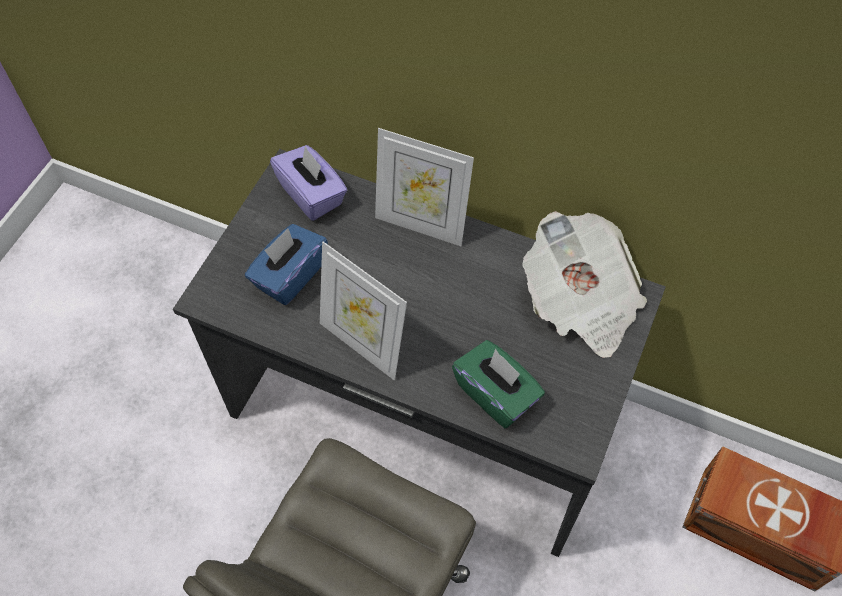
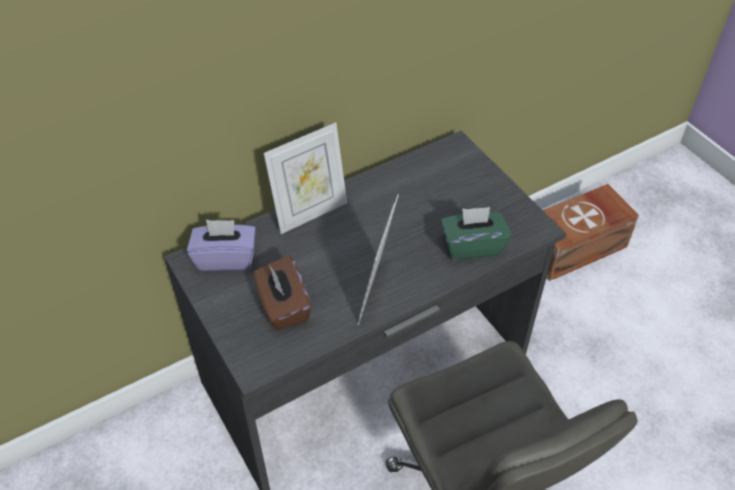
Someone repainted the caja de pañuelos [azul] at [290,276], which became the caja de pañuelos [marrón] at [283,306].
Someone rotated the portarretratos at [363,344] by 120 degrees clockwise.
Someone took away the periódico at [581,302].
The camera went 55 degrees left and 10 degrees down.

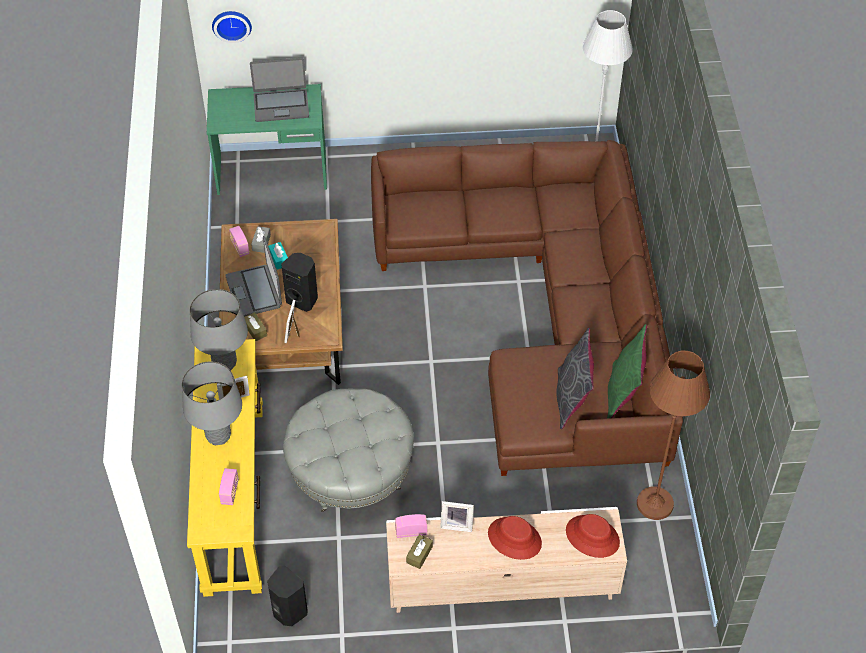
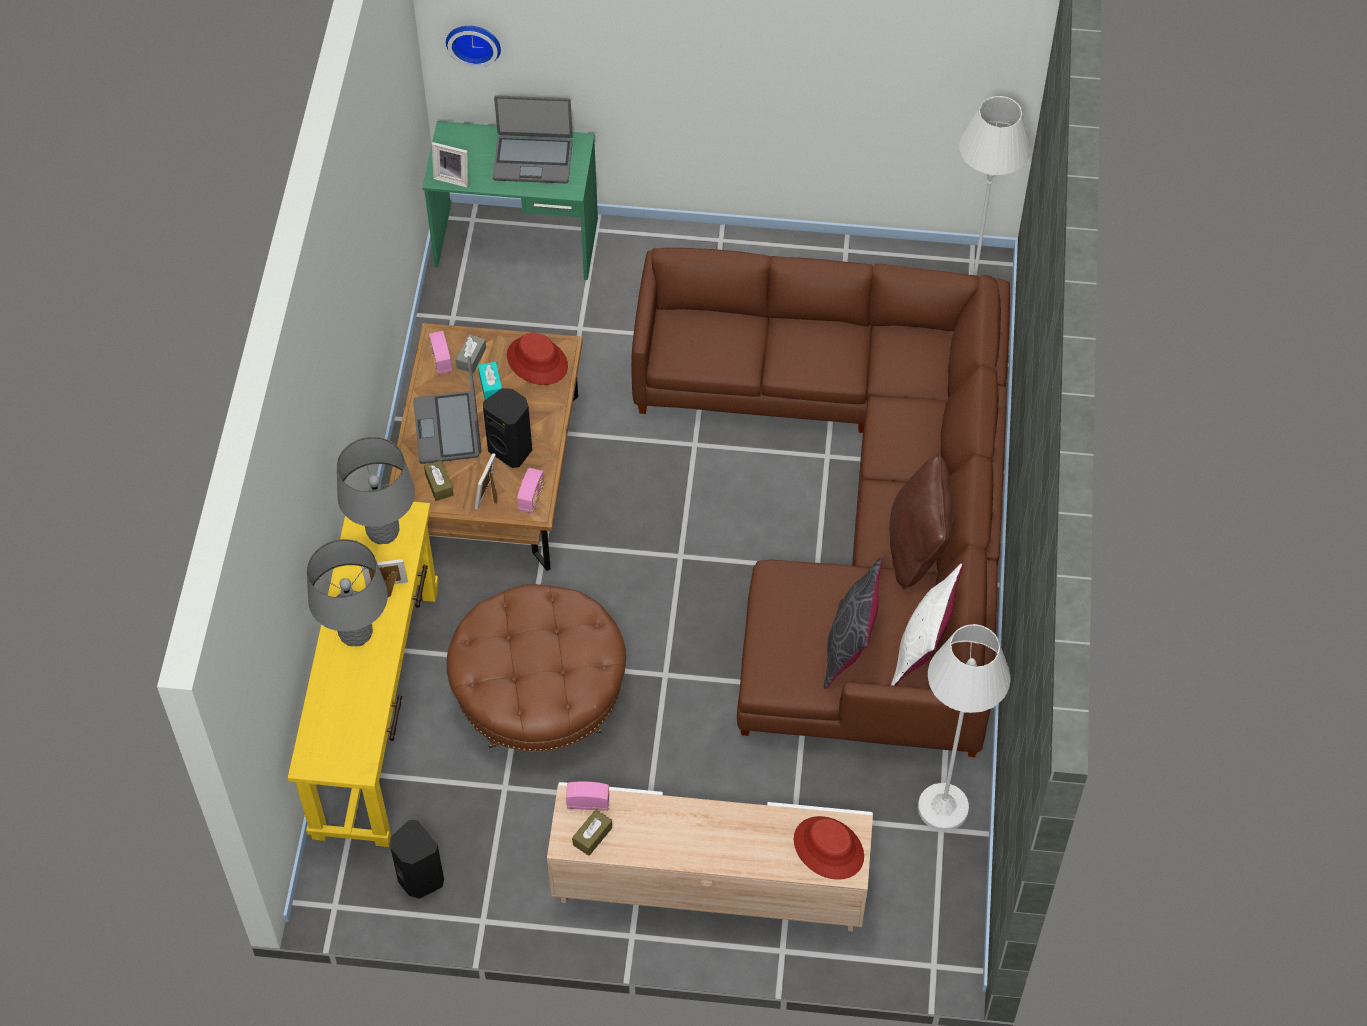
Someone carried the radio from [230,492] to [531,498].
Someone repainted the puf [gris] at [350,469], which became the puf [marrón] at [539,694].
Someone carried the portarretratos from [457,524] to [453,177].
Someone carried the sombrero [rojo] from [514,538] to [537,361].
Someone repainted the cojín [verde] at [623,393], which became the cojín [blanco] at [922,650].
Someone repainted the lámpara de pie [marrón] at [655,504], which became the lámpara de pie [blanco] at [943,807].
Someone put down the cojín [marrón] at [917,549].
The camera went 10 degrees right and 5 degrees up.

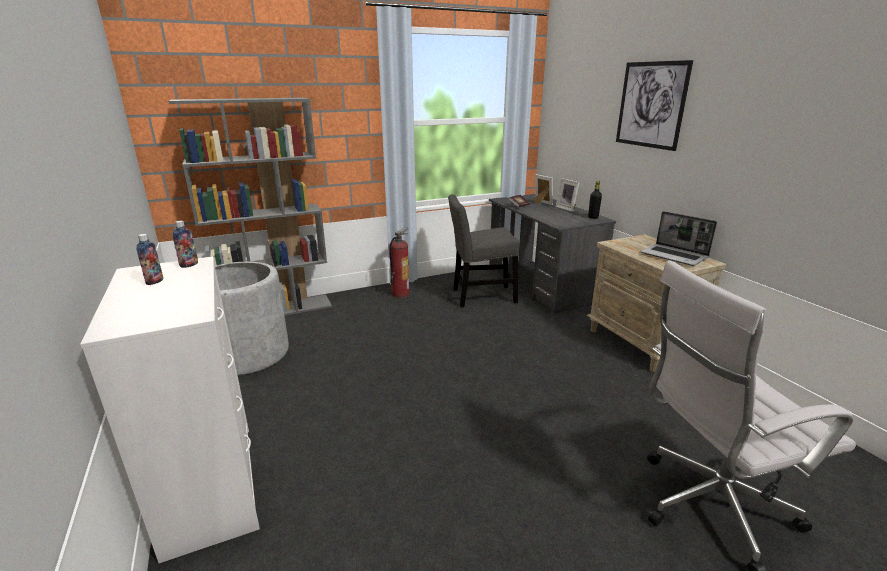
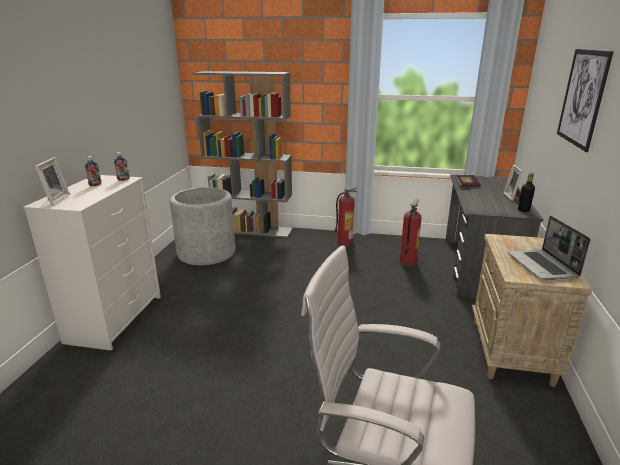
Someone swapped the silla [gris] at [480,296] for the extintor at [407,262].
Someone carried the portarretratos from [541,203] to [54,200].
The camera went 35 degrees right and 0 degrees up.

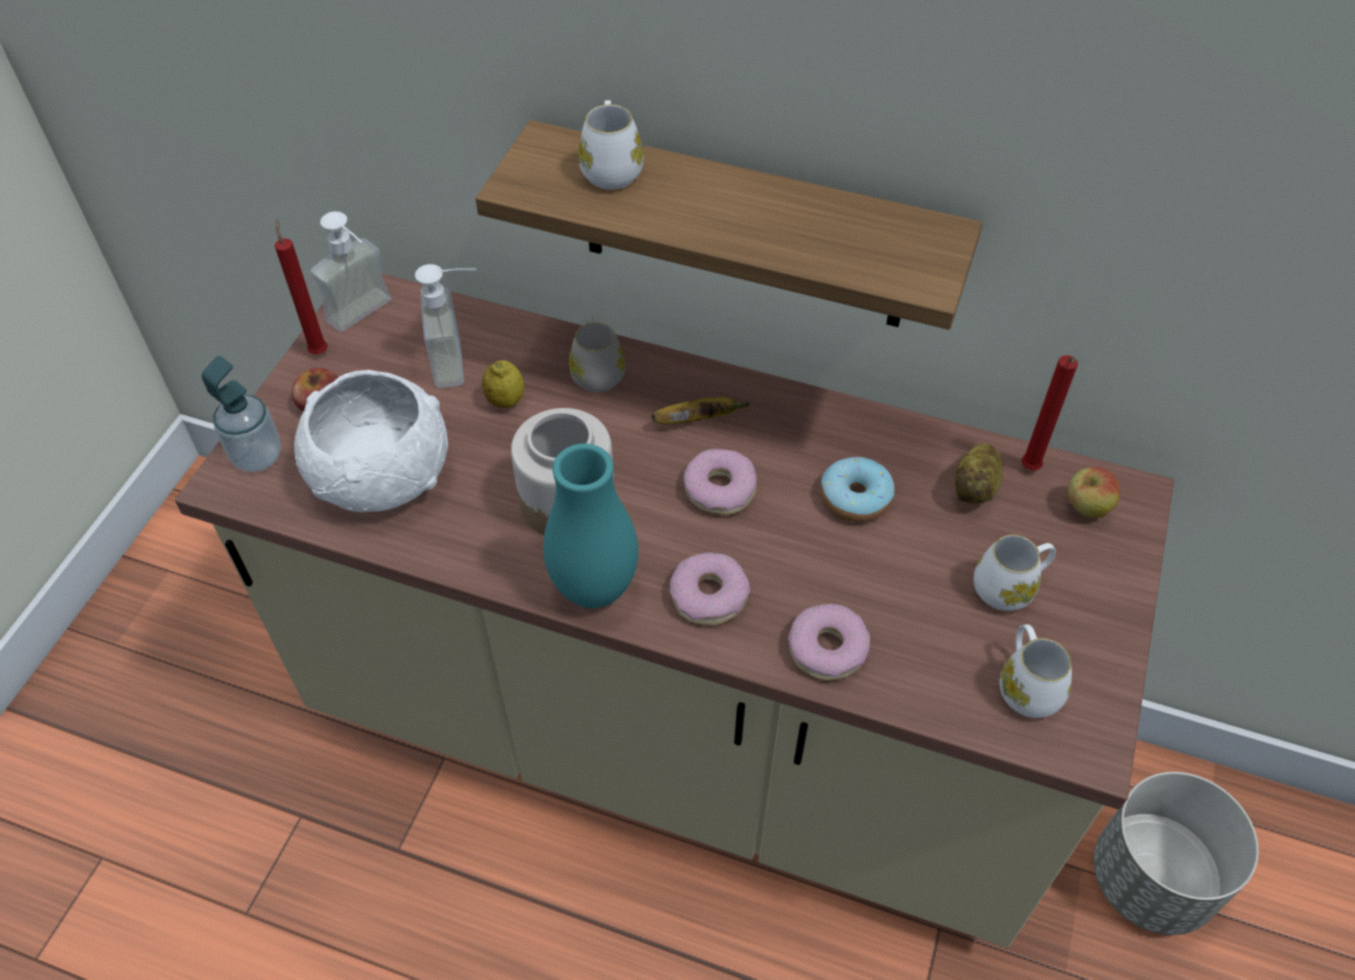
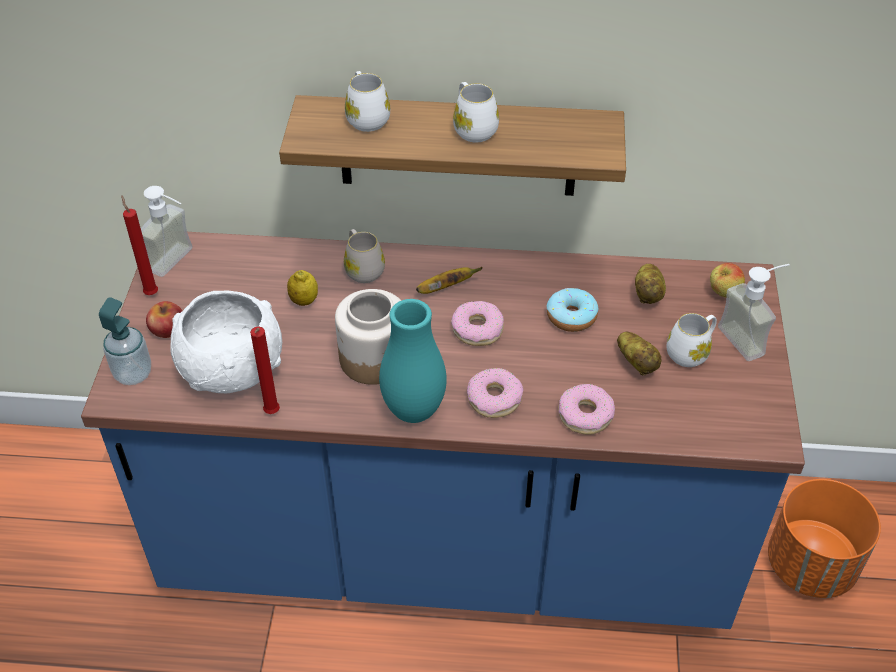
Someone repainted the mueble bajo de cocina [beis] at [677,735], which became the mueble bajo de cocina [azul] at [448,547].
Someone carried the dispensador de jabón from [462,361] to [750,337].
Someone carried the taza grande [blanco] from [1026,685] to [473,128].
Someone carried the vela [rojo] from [1029,470] to [271,414].
Someone repainted the maceta [gris] at [1152,879], which became the maceta [naranja] at [811,565].
Someone put down the patata at [637,363].
The camera went 15 degrees left and 5 degrees down.

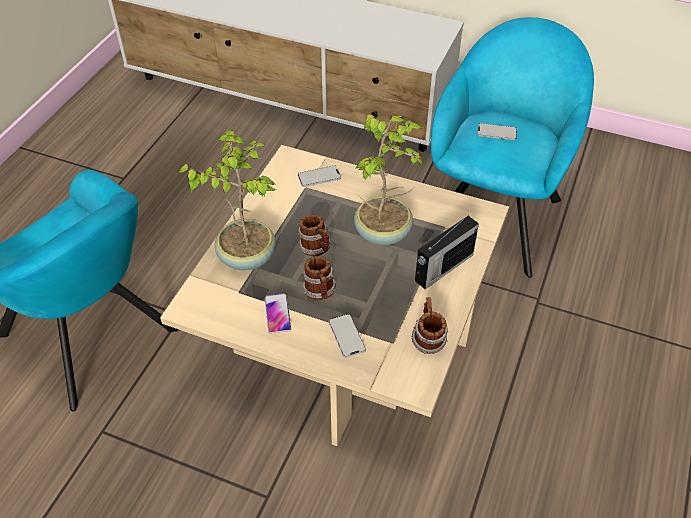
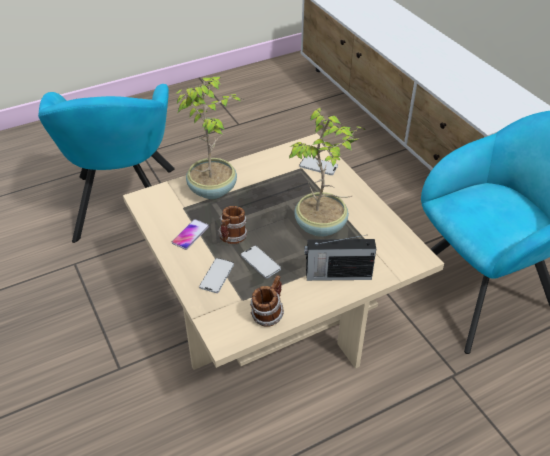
Someone took away the taza grande at [316,249].
Someone carried the móvil from [497,132] to [260,262].
The camera went 40 degrees right and 5 degrees down.

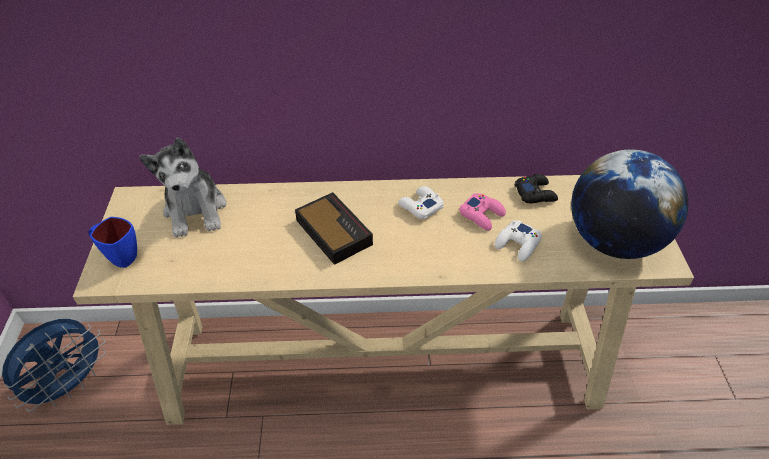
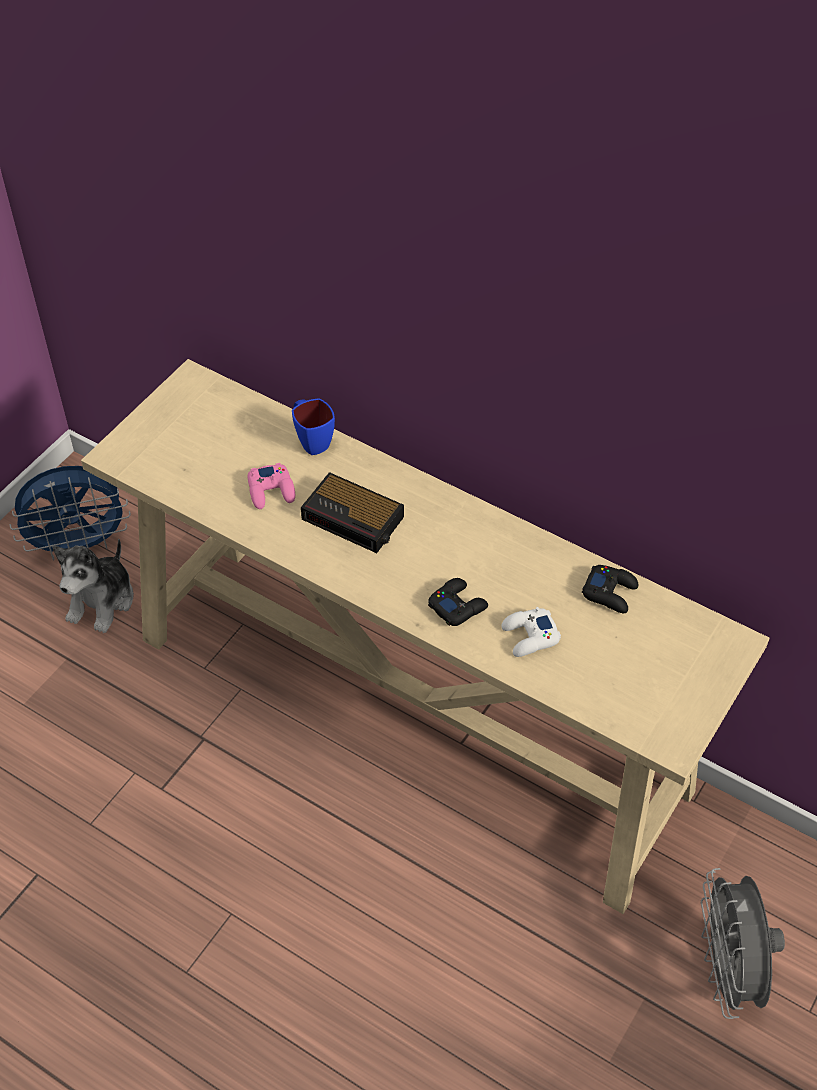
Someone carried the taza grande [azul] from [119,257] to [311,441].
Someone carried the peluche from [196,210] to [102,601].
Someone rotated the despertador at [332,231] by 120 degrees clockwise.
Someone took away the mando de consola [blanco] at [420,206].
Someone carried the mando de consola [rosa] from [482,215] to [271,490].
Someone took away the globo terráqueo at [613,241].
Someone put down the mando de consola [negro] at [457,606].
Someone put down the ventilador [gris] at [728,971].
The camera went 35 degrees right and 5 degrees up.

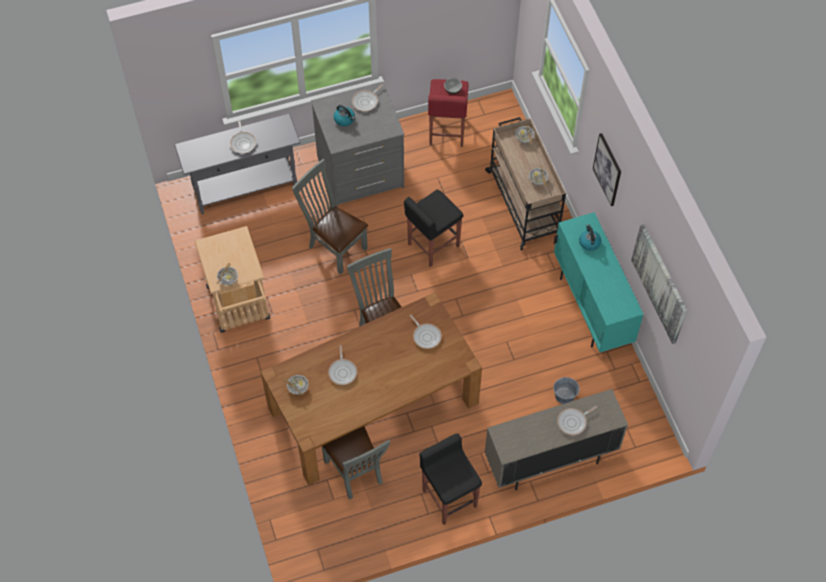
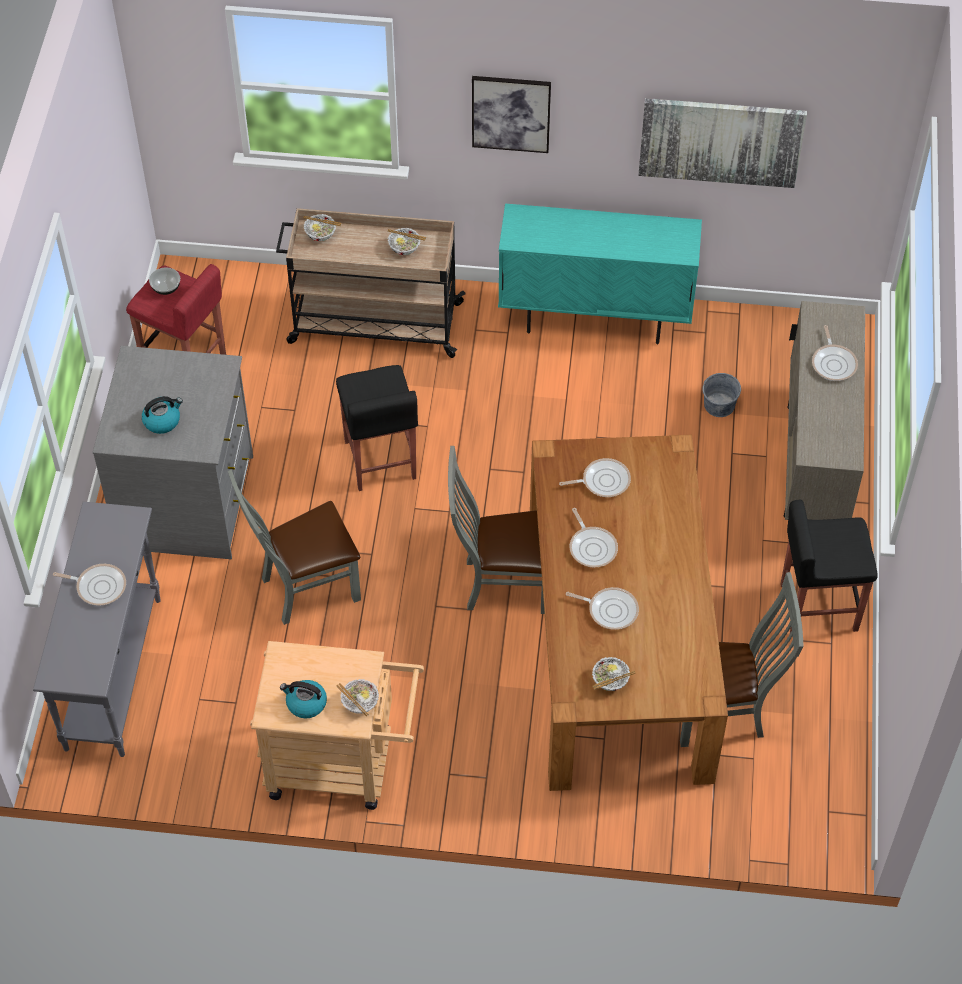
Someone carried the sartén from [366,101] to [592,547].
Someone carried the hervidor from [589,242] to [305,703].
The camera went 65 degrees left and 5 degrees down.

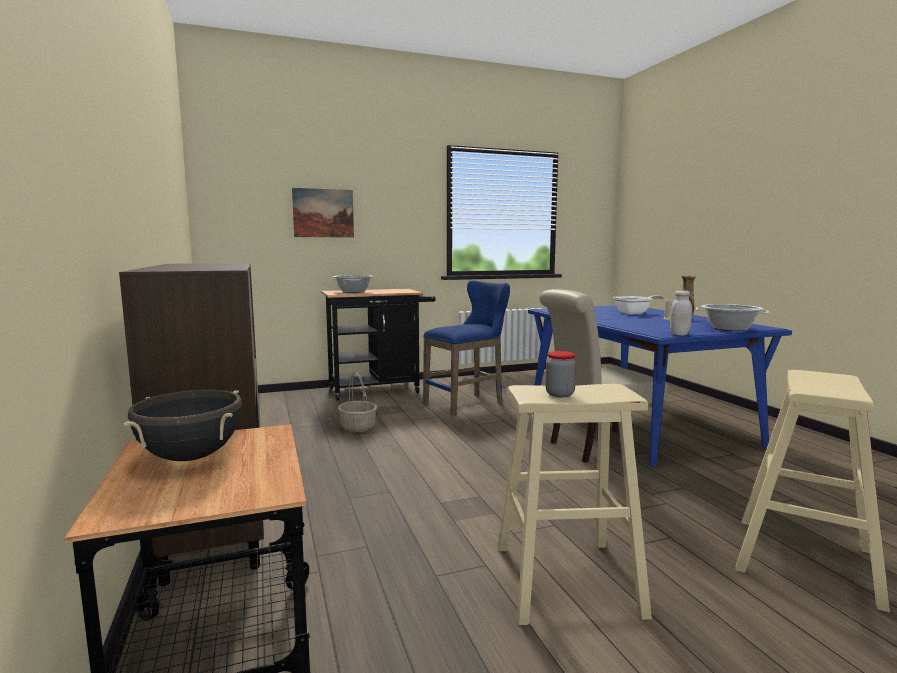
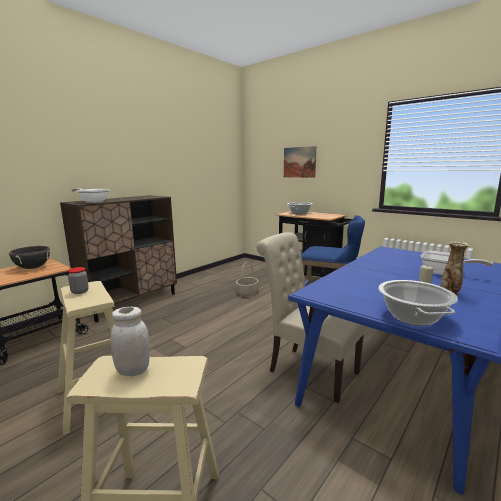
Someone carried the tarro [blanco] from [679,334] to [133,370].
Someone put down the sartén at [92,202].
The camera went 60 degrees right and 5 degrees up.

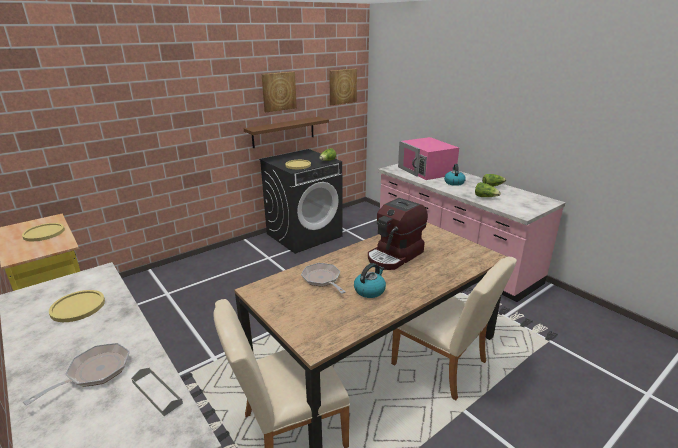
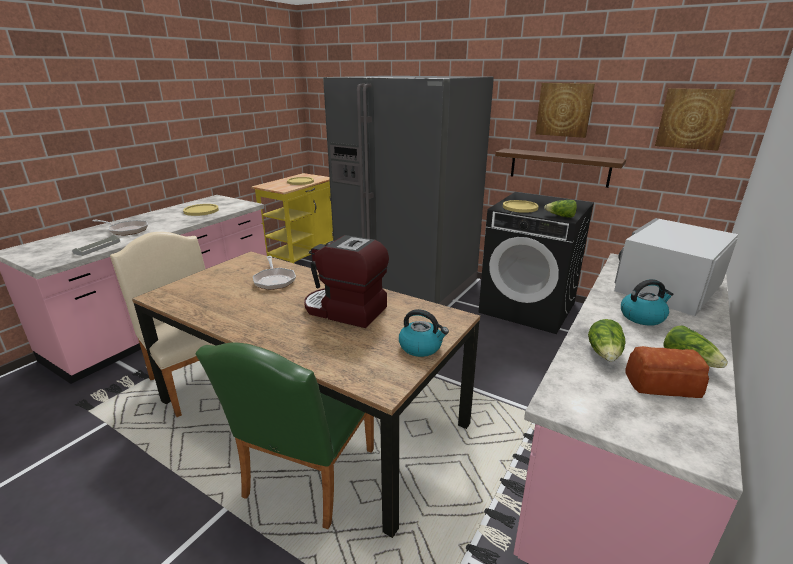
Someone rotated the sartén at [322,279] by 120 degrees clockwise.
Someone carried the hervidor from [369,290] to [421,347].
Someone repainted the silla [beis] at [444,366], which became the silla [verde] at [306,479].
Someone repainted the microondas [rosa] at [426,171], which became the microondas [blanco] at [666,287].
Someone put down the nevera [gris] at [408,283].
Someone put down the pan at [664,384].
The camera went 70 degrees right and 0 degrees up.

